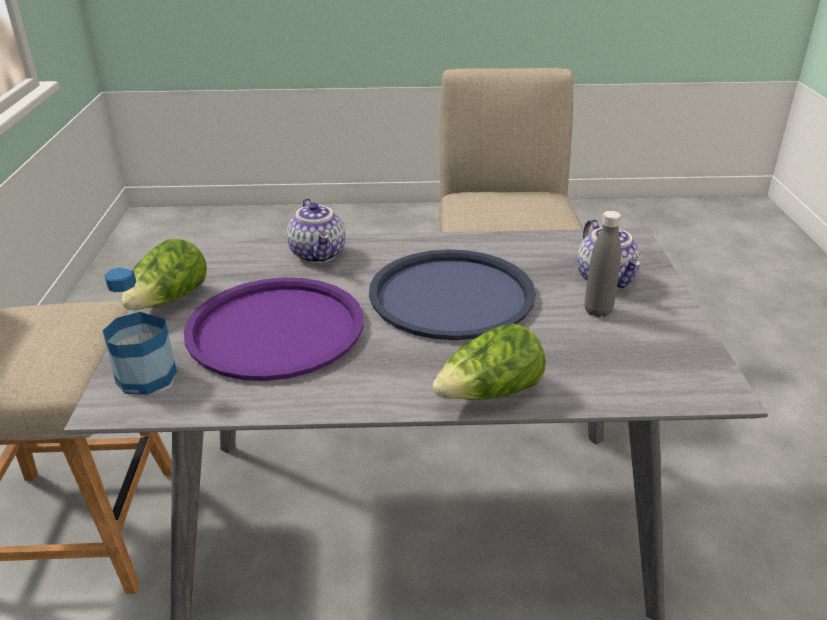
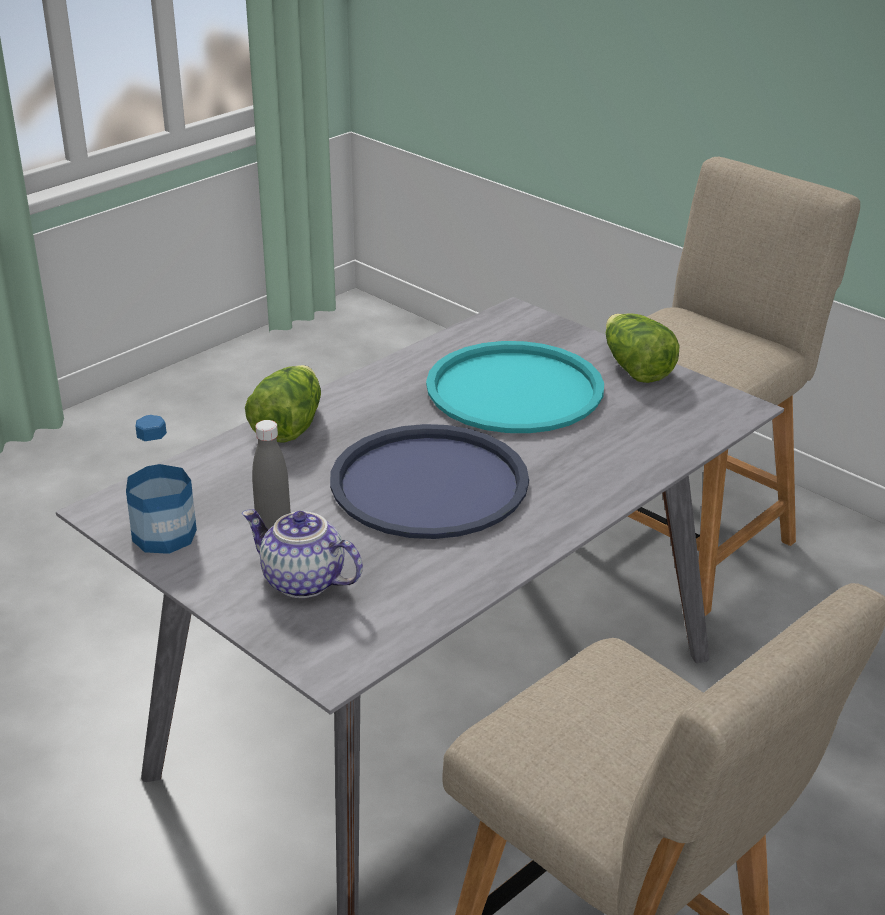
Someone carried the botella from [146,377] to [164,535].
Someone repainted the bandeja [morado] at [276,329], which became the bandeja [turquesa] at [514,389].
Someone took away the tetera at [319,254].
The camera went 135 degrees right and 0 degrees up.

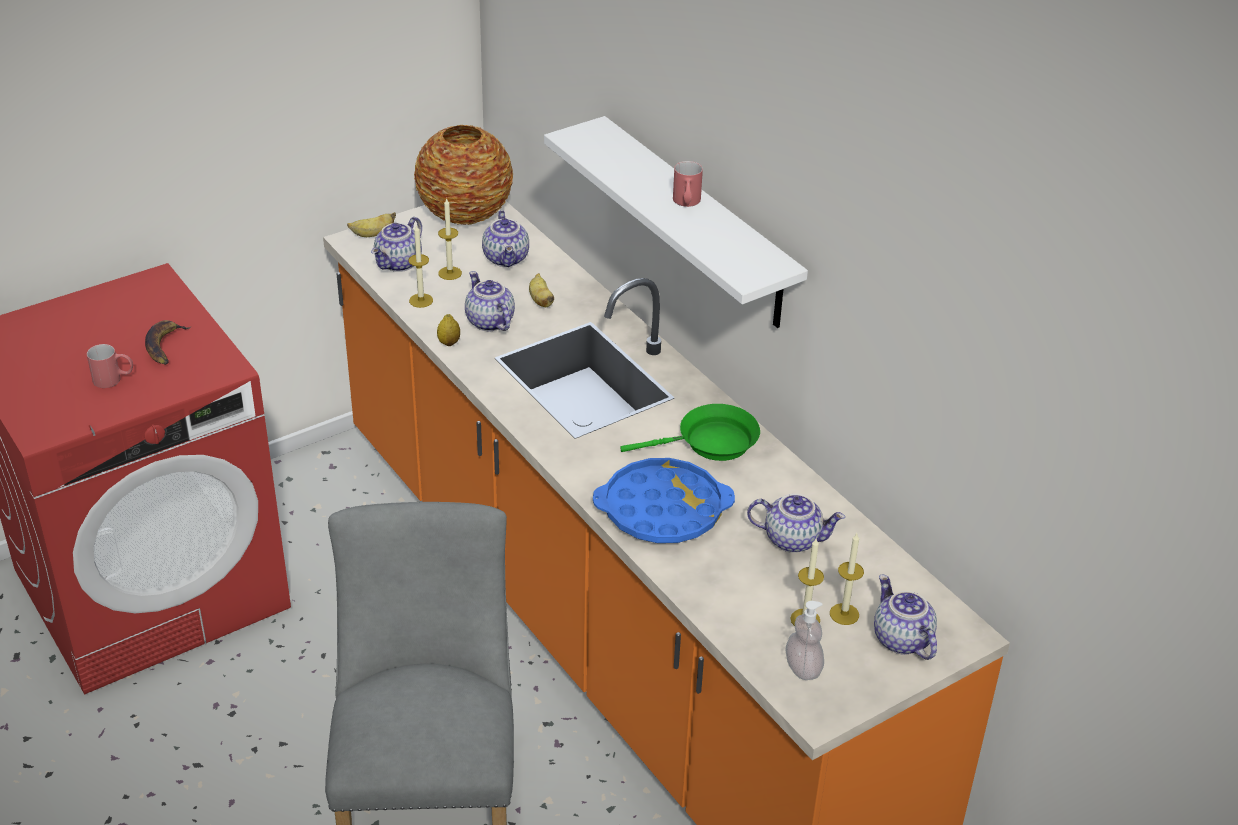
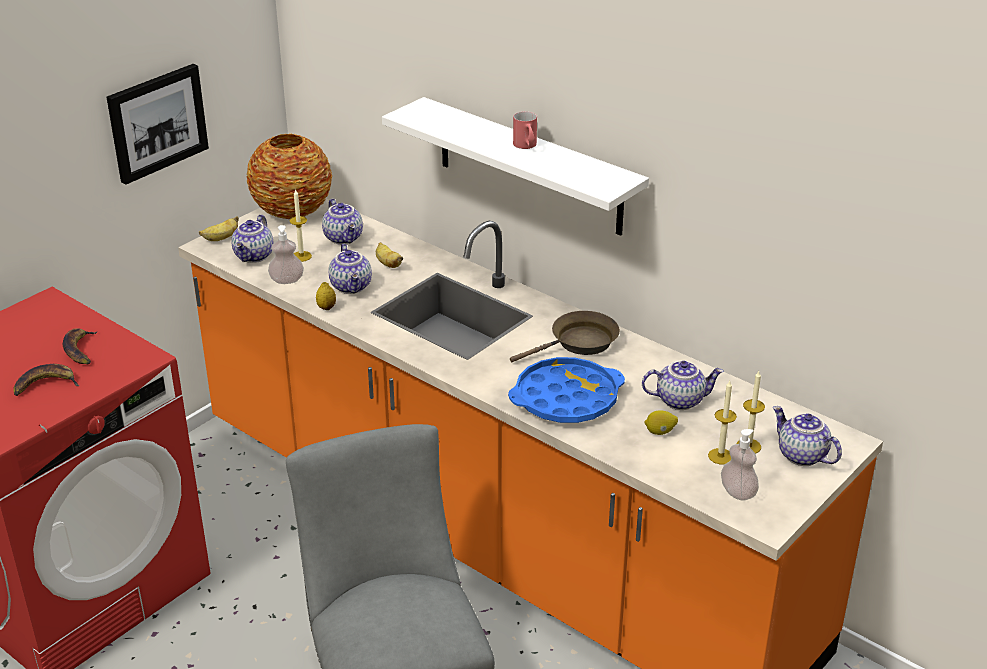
Someone swapped the taza grande [rojo] at [114,379] for the plátano at [46,384].
Someone swapped the vela at [421,300] for the dispensador de jabón at [287,280].
Someone rotated the tetera at [488,322] by 150 degrees counterclockwise.
Someone repainted the sartén [verde] at [711,443], which became the sartén [marrón] at [579,343].
Someone put up the cuadro at [157,122].
Someone put down the limón at [660,432].
The camera went 15 degrees left and 5 degrees down.

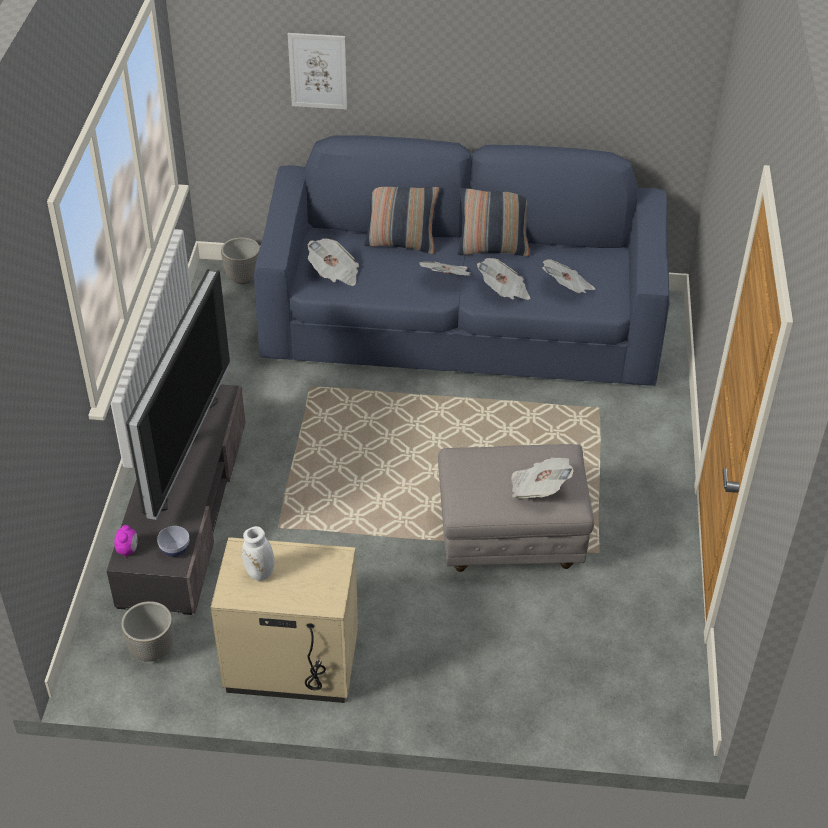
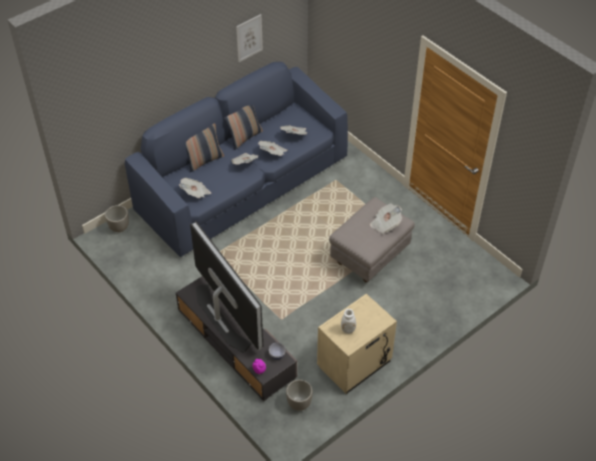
Someone carried the cuadro from [318,71] to [249,38].
The camera went 45 degrees left and 5 degrees up.

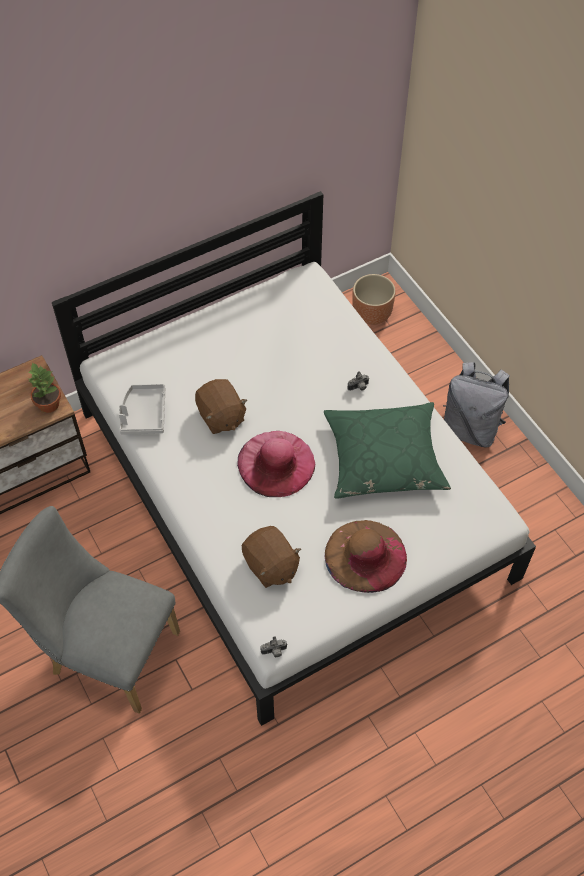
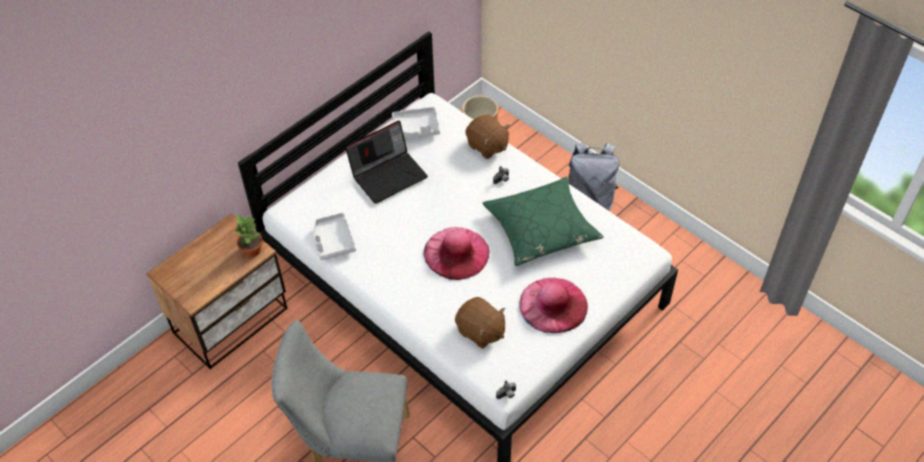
Someone carried the peluche [marrón] from [221,417] to [487,146].
Someone repainted the sombrero [marrón] at [365,556], which became the sombrero [rosa] at [553,305].
Someone put down the portátil at [389,175].
Someone put down the bandeja [gris] at [416,128].
The camera went 15 degrees left and 5 degrees down.

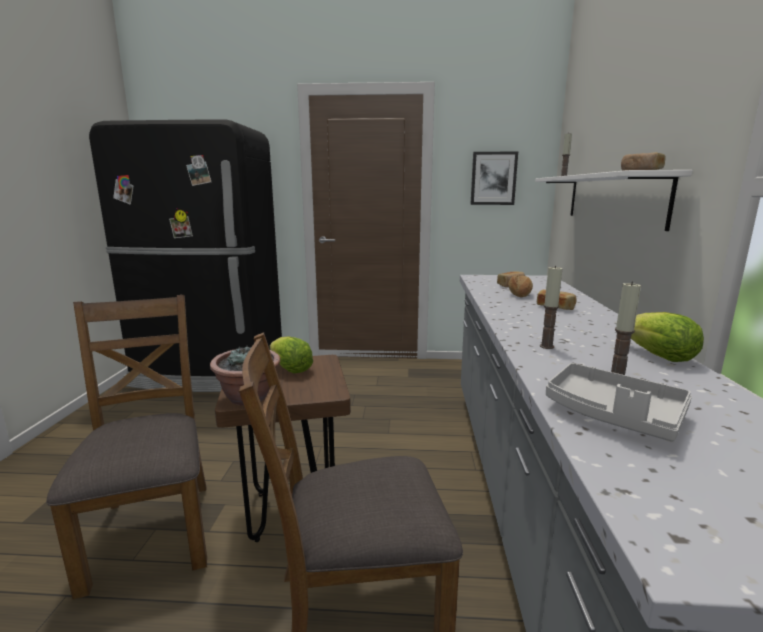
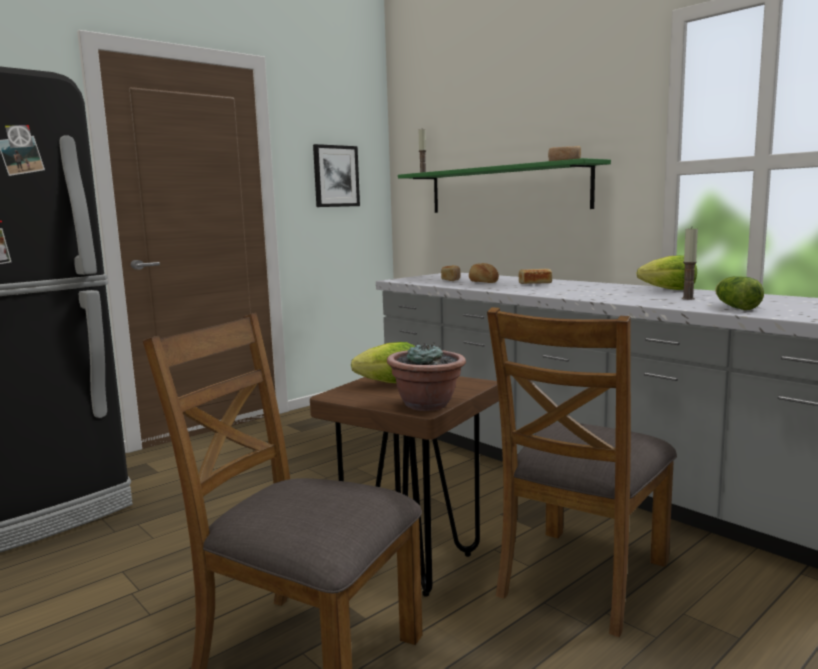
Someone repainted the estante [blanco] at [612,198], which became the estante [verde] at [506,189].
Someone took away the vela at [546,346].
Someone swapped the bandeja [gris] at [612,415] for the lechuga at [735,307].
The camera went 45 degrees left and 5 degrees down.

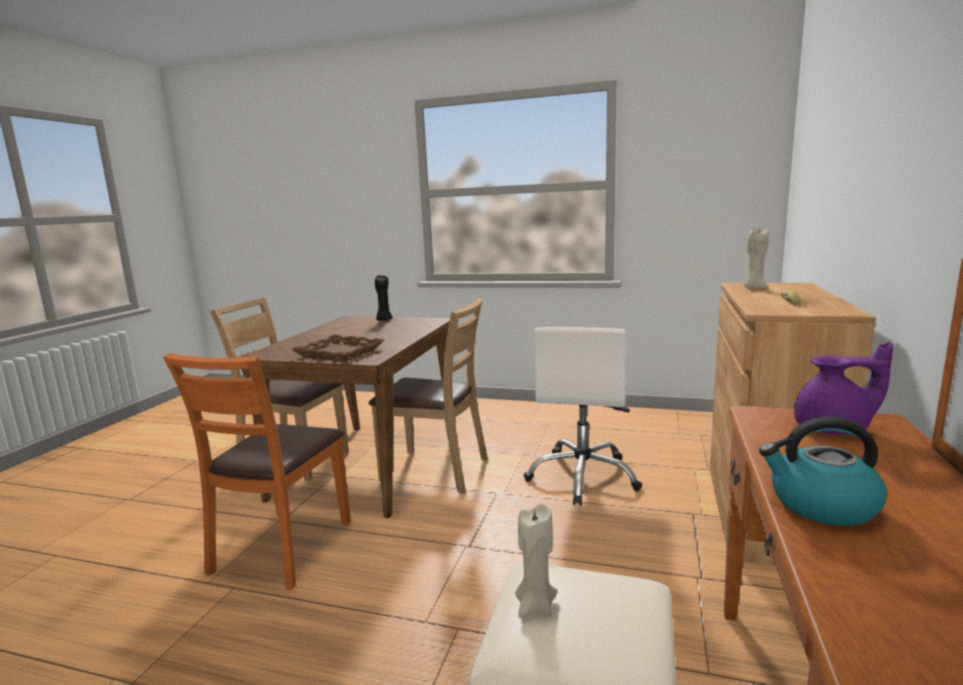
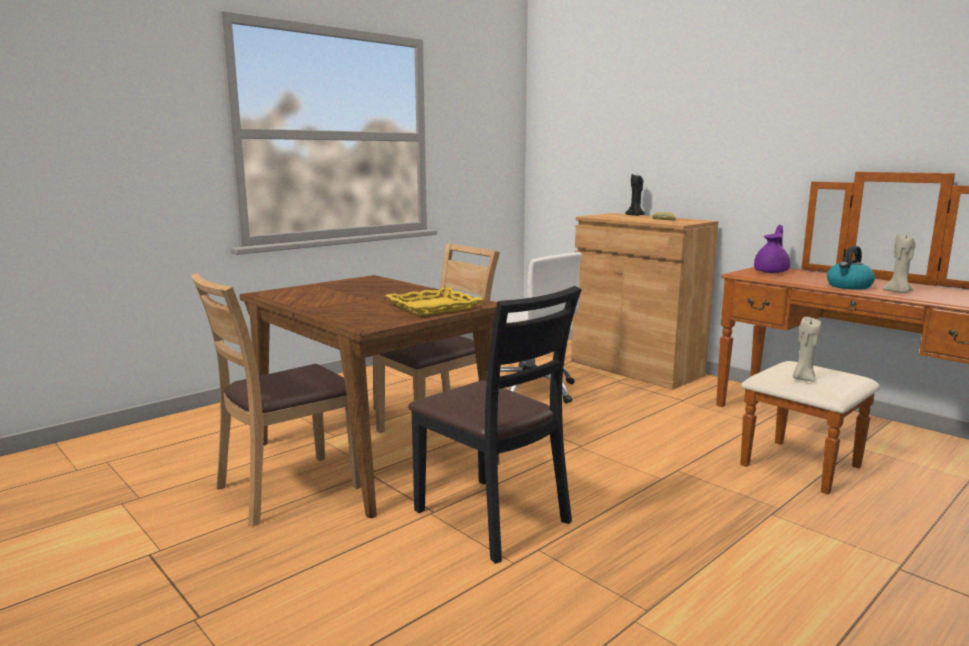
Someone repainted the silla [naranja] at [282,548], which became the silla [negro] at [492,518].
Someone repainted the bandeja [marrón] at [340,353], which became the bandeja [amarillo] at [433,307].
Someone carried the vela [negro] from [384,320] to [635,215].
Someone carried the vela [beis] from [753,288] to [898,292].
The camera went 60 degrees left and 0 degrees up.

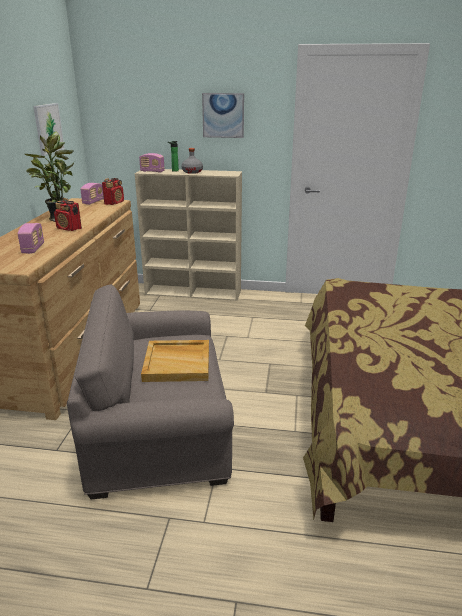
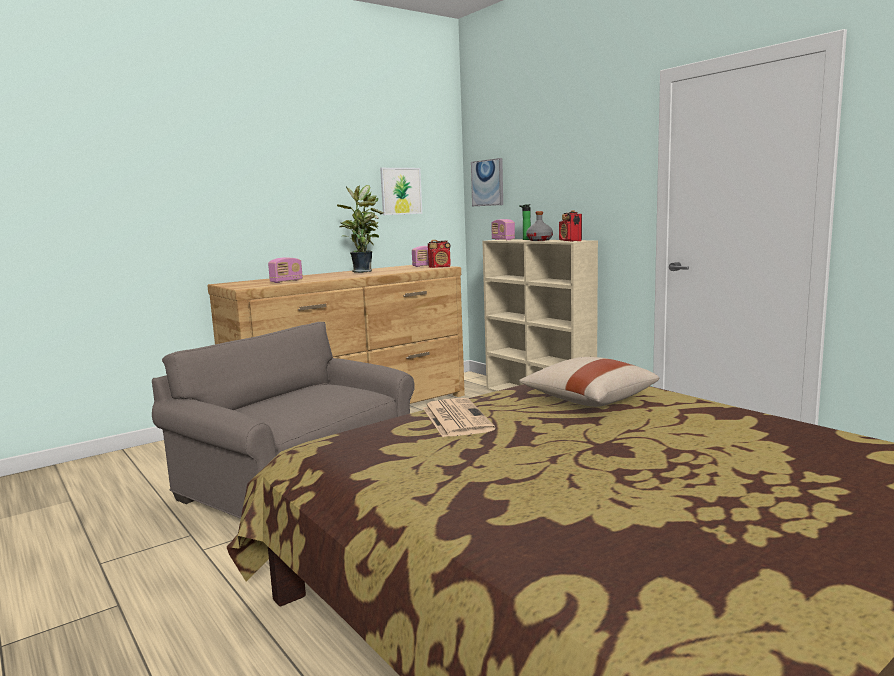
Someone carried the radio from [69,229] to [570,241].
Someone took away the bandeja [beis] at [178,363].
Someone carried the cuadro from [223,115] to [488,183].
Someone put down the periódico at [455,418].
Someone put down the cojín [beis] at [588,400].
The camera went 45 degrees right and 15 degrees down.

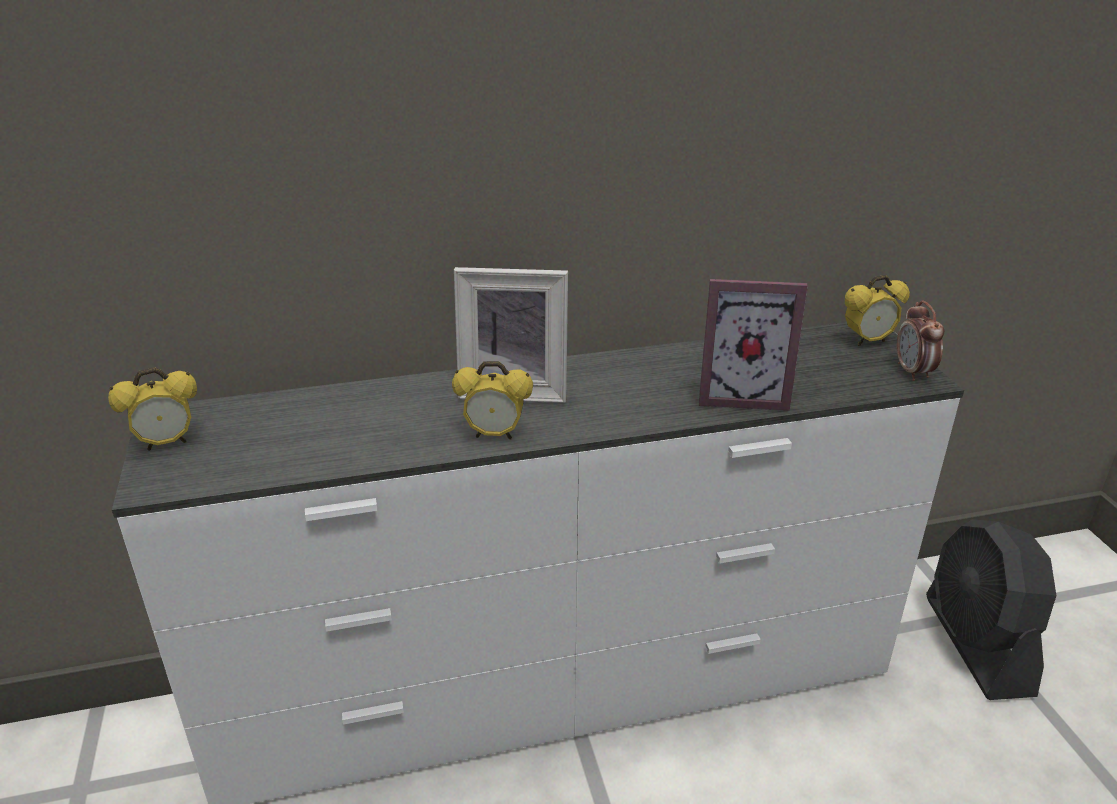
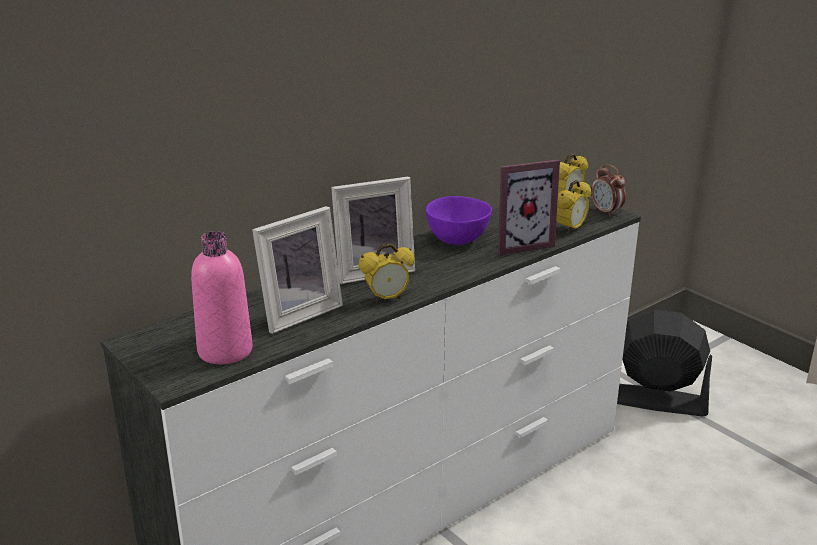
Someone carried the despertador from [166,443] to [570,229].
Someone rotated the ventilador [negro] at [977,645] by 135 degrees clockwise.
Someone put down the botella [rosa] at [225,351].
Someone put down the portarretratos at [297,313].
Someone put down the cuenco [morado] at [458,241].
The camera went 25 degrees left and 5 degrees down.

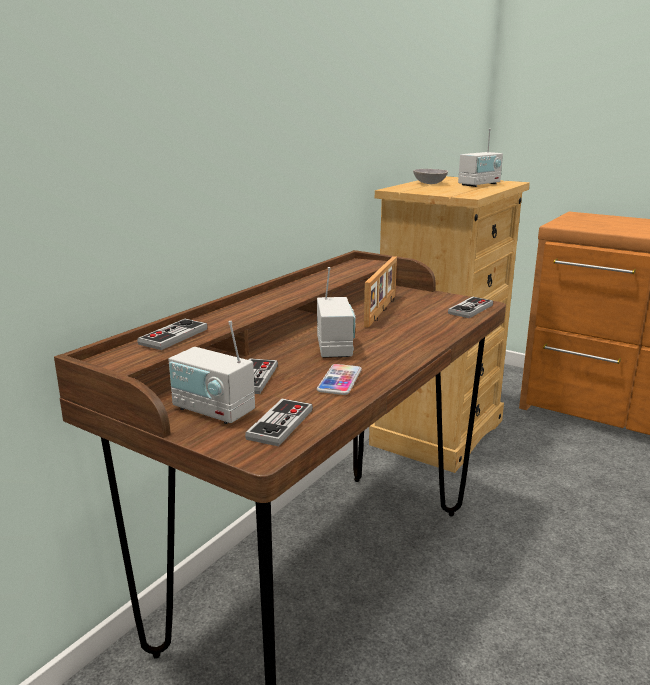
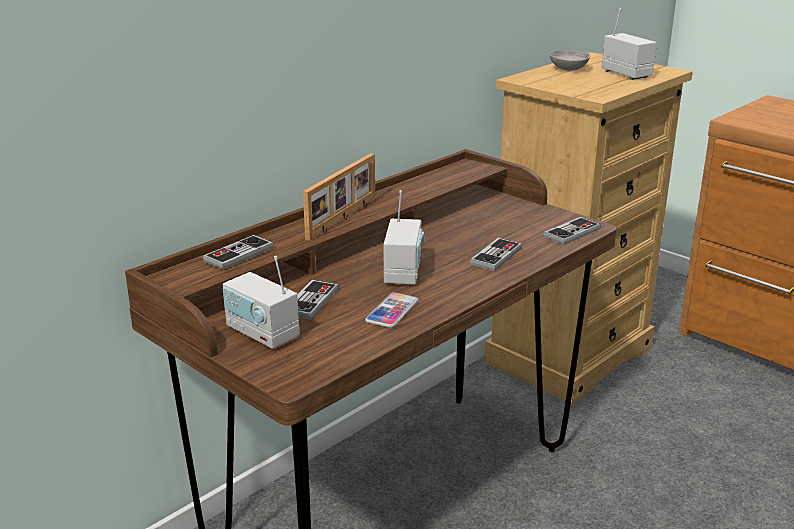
Someone carried the mando de consola from [280,424] to [496,256].
Someone carried the portarretratos from [382,310] to [343,218].
Someone rotated the radio at [479,184] by 90 degrees counterclockwise.
The camera went 10 degrees right and 5 degrees up.

